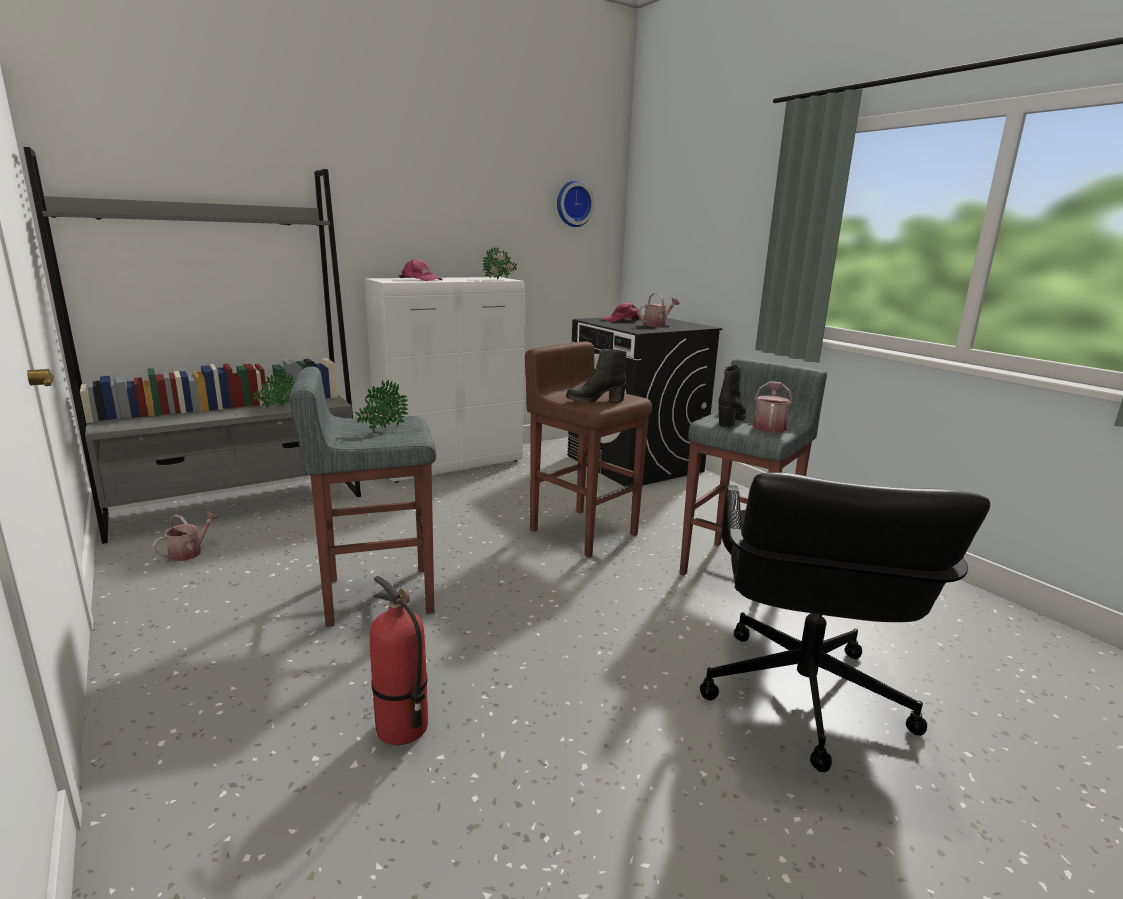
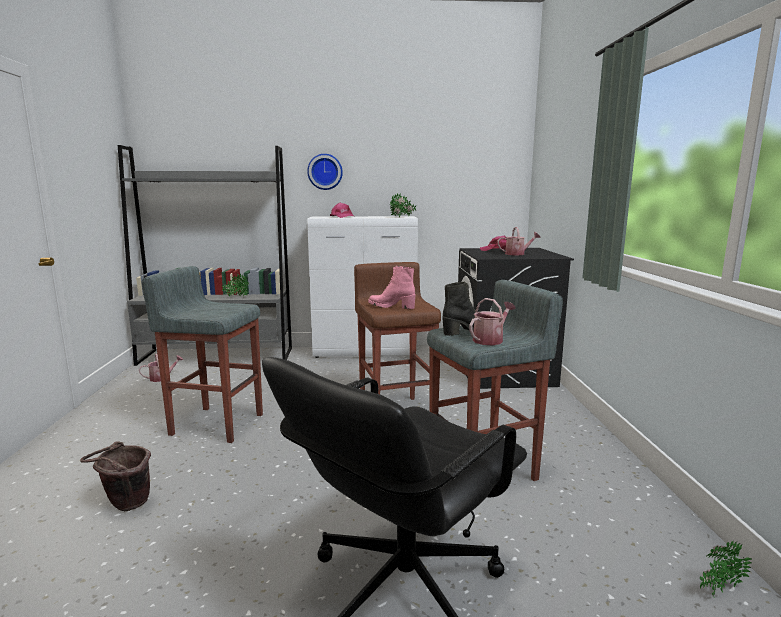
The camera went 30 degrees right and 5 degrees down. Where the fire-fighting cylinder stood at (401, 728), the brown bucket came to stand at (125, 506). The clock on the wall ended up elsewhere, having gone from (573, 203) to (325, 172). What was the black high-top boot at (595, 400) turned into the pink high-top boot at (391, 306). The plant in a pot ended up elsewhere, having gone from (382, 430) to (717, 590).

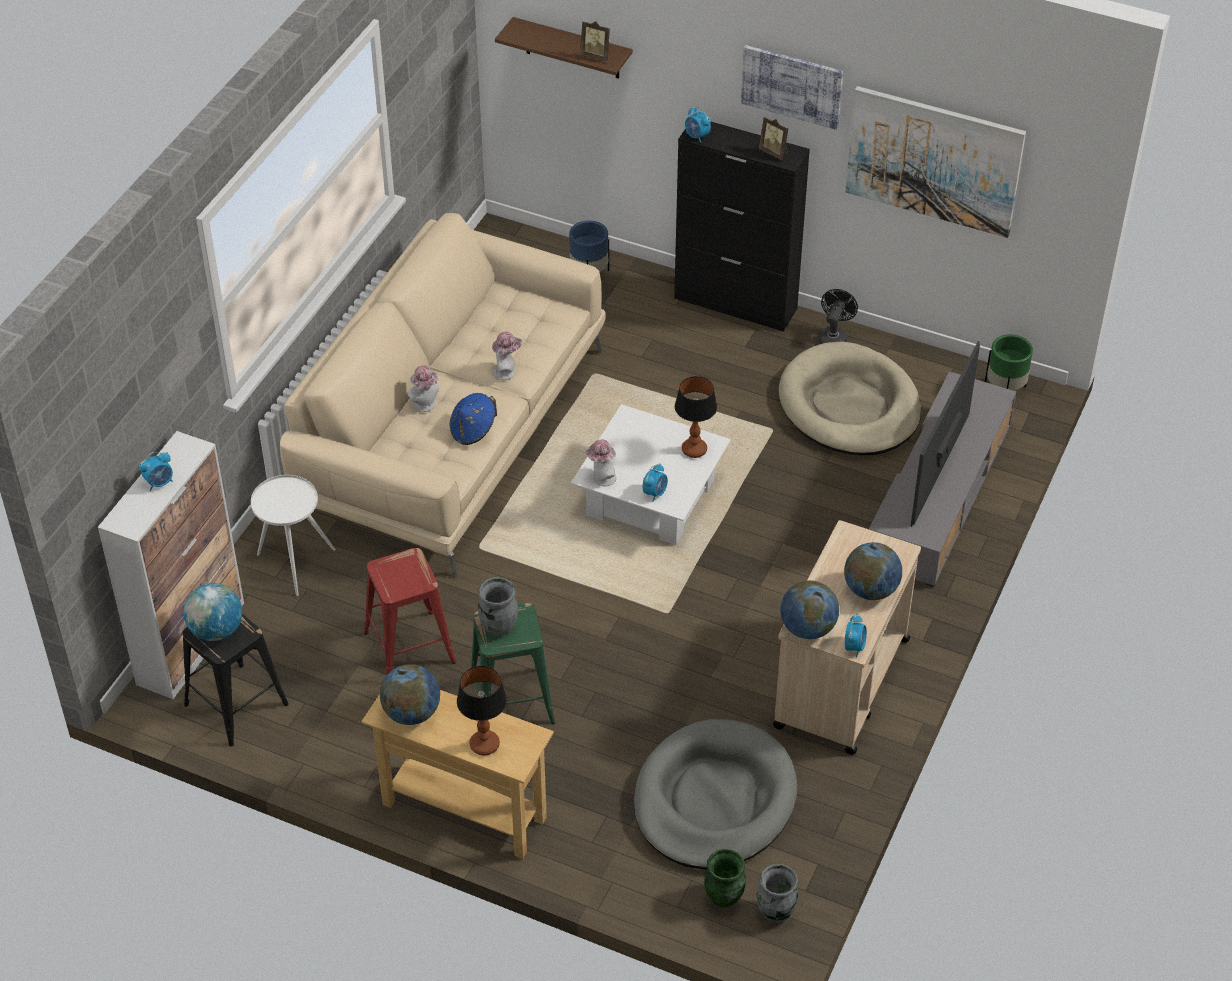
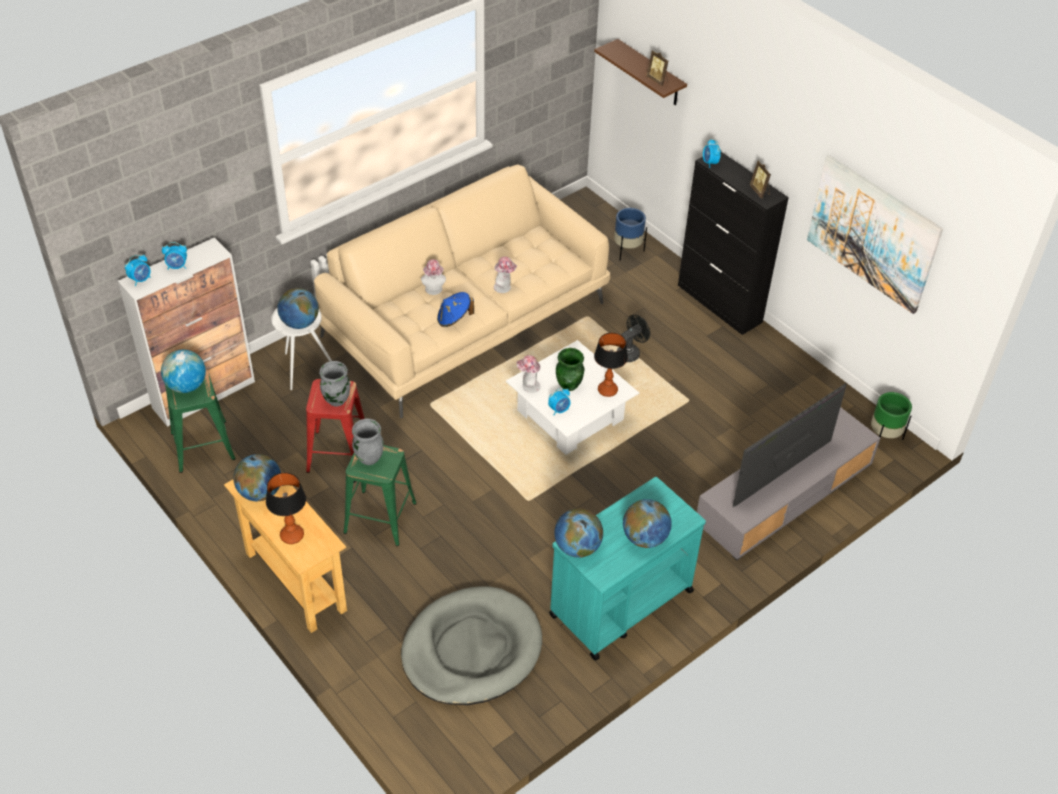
The camera went 25 degrees right and 0 degrees up. The table clock ended up elsewhere, having gone from (854, 647) to (141, 279). What was the black stool seat at (235, 705) turned into the green-coloured stool seat at (202, 446). The second view gained the world globe at (300, 323). The greyish vase ended up elsewhere, having gone from (776, 913) to (336, 400). What was the beige-coloured cart at (840, 683) turned into the turquoise cart at (620, 603). The green-coloured vase ended up elsewhere, having gone from (724, 897) to (569, 385). The black cooling fan ended up elsewhere, having gone from (834, 337) to (630, 352). The second view lost the picture at (792, 86). The second view lost the beige-coloured pet bed at (849, 406).

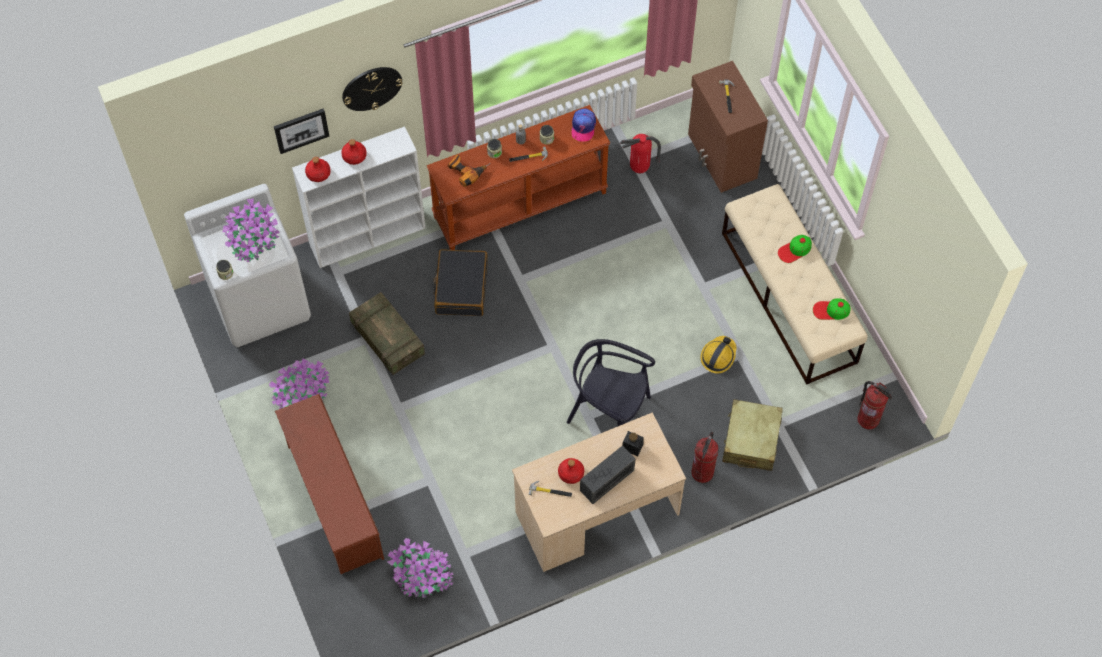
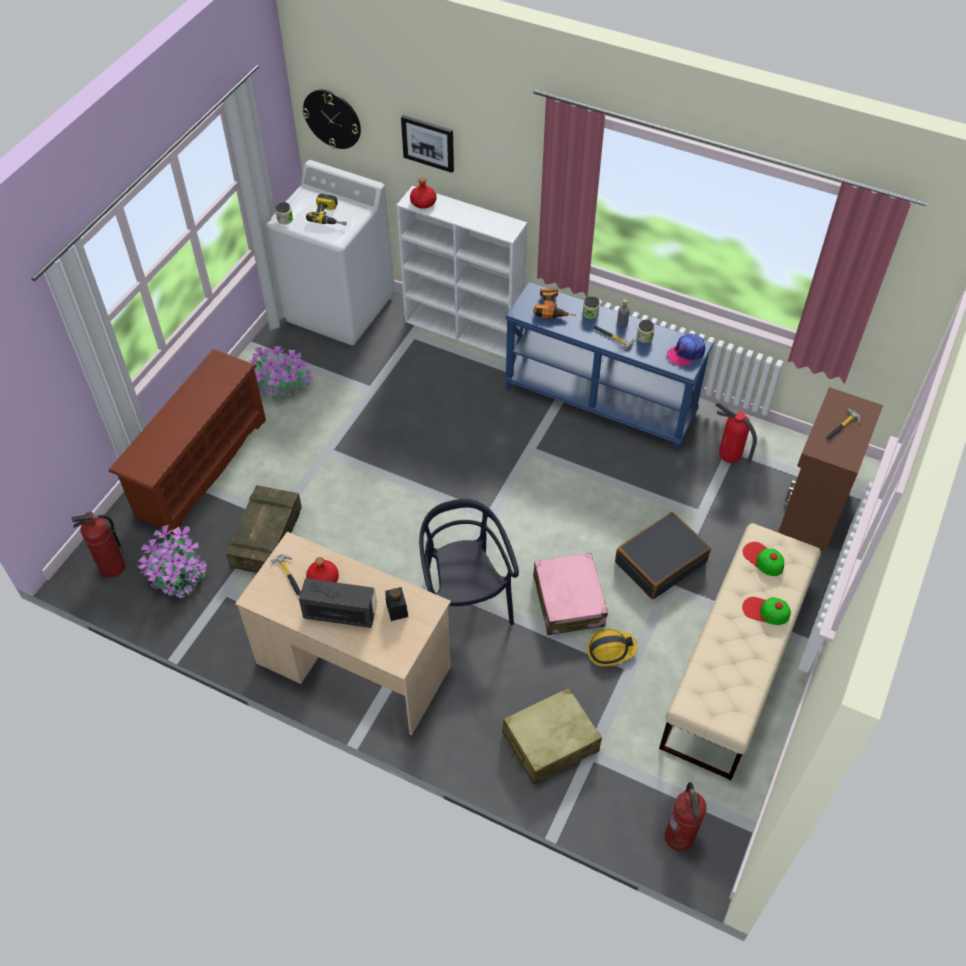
The camera went 50 degrees right and 10 degrees down. The fire-fighting cylinder ended up elsewhere, having gone from (702, 472) to (112, 567). The packing crate ended up elsewhere, having gone from (387, 340) to (267, 539). The clock on the wall ended up elsewhere, having gone from (371, 88) to (332, 118). Where the plant in a pot stood at (252, 241), the electric drill came to stand at (330, 216). What was the brown hall table at (520, 203) turned into the bluish hall table at (600, 402). The second view gained the pink suitcase at (568, 601). The black suitcase ended up elsewhere, having gone from (461, 288) to (660, 562). The baseball cap ended up elsewhere, having gone from (831, 310) to (763, 559). The second view lost the reddish bottle at (354, 156).

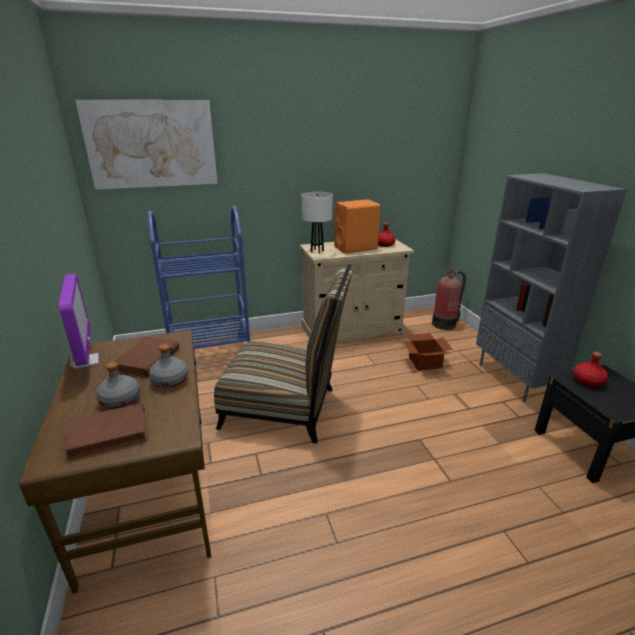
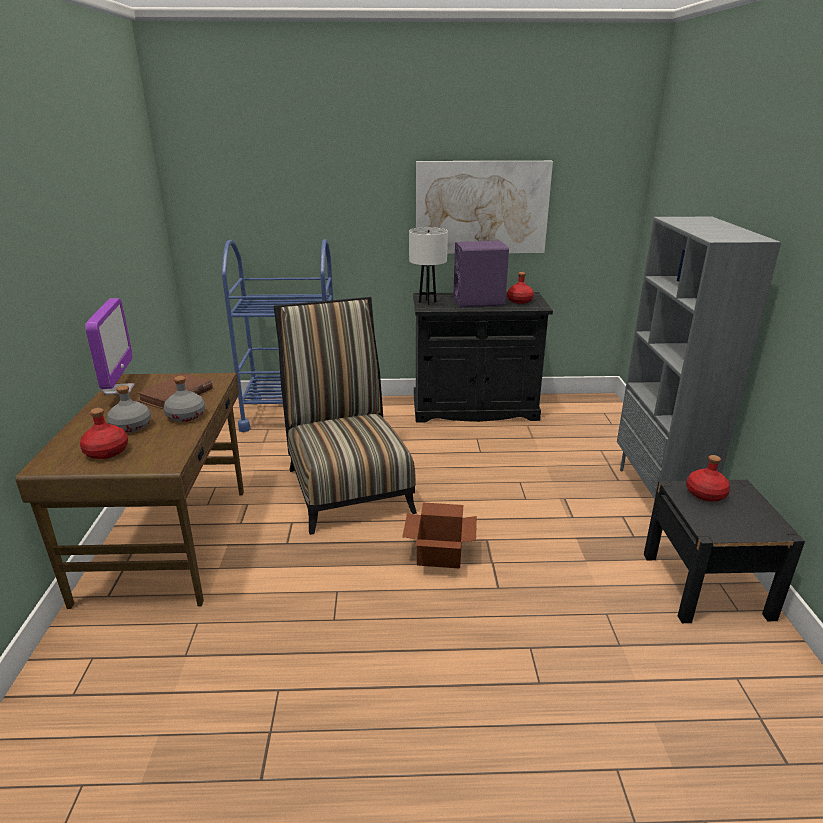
The camera went 15 degrees right and 0 degrees up. Where the brown volume stood at (109, 433), the reddish bottle came to stand at (106, 451). The chair at (286, 409) ended up facing another way, 135 degrees counterclockwise from before. The cardboard box ended up elsewhere, having gone from (425, 362) to (440, 552). What was the beige-coloured storage cabinet at (352, 329) turned into the black storage cabinet at (474, 409). The picture ended up elsewhere, having gone from (152, 144) to (481, 207). What was the orange loudspeaker at (355, 248) turned into the purple loudspeaker at (479, 302). The second view lost the fire-fighting cylinder at (445, 323).

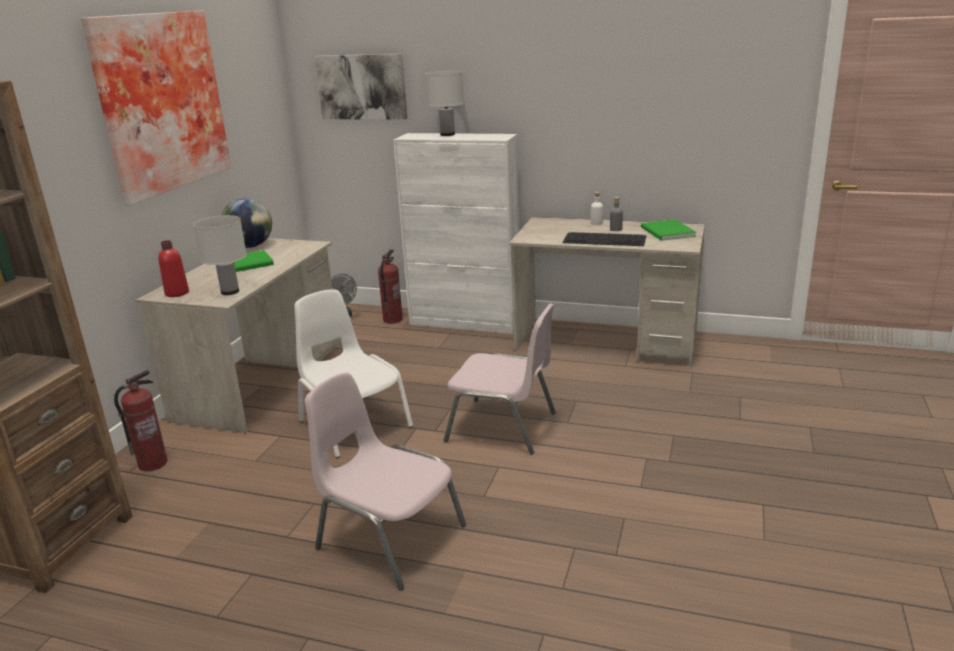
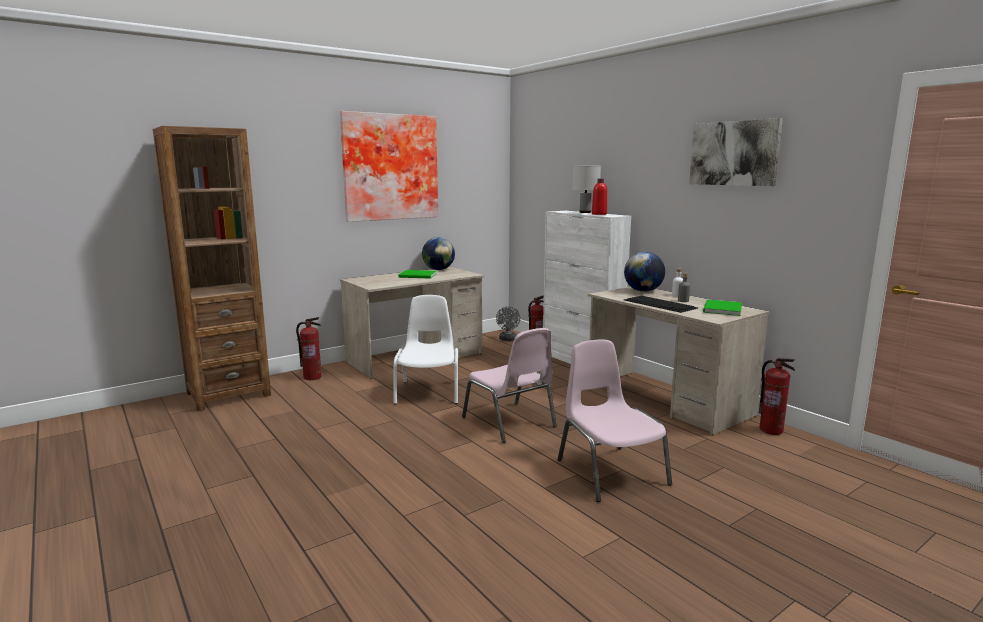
The camera went 35 degrees right and 10 degrees down. The pink chair ended up elsewhere, having gone from (389, 537) to (610, 471). The reddish bottle ended up elsewhere, having gone from (177, 293) to (599, 214). The second view gained the world globe at (643, 291). The picture ended up elsewhere, having gone from (362, 87) to (734, 153). The second view gained the fire-fighting cylinder at (771, 430). The second view lost the white tabletop lamp at (229, 291).

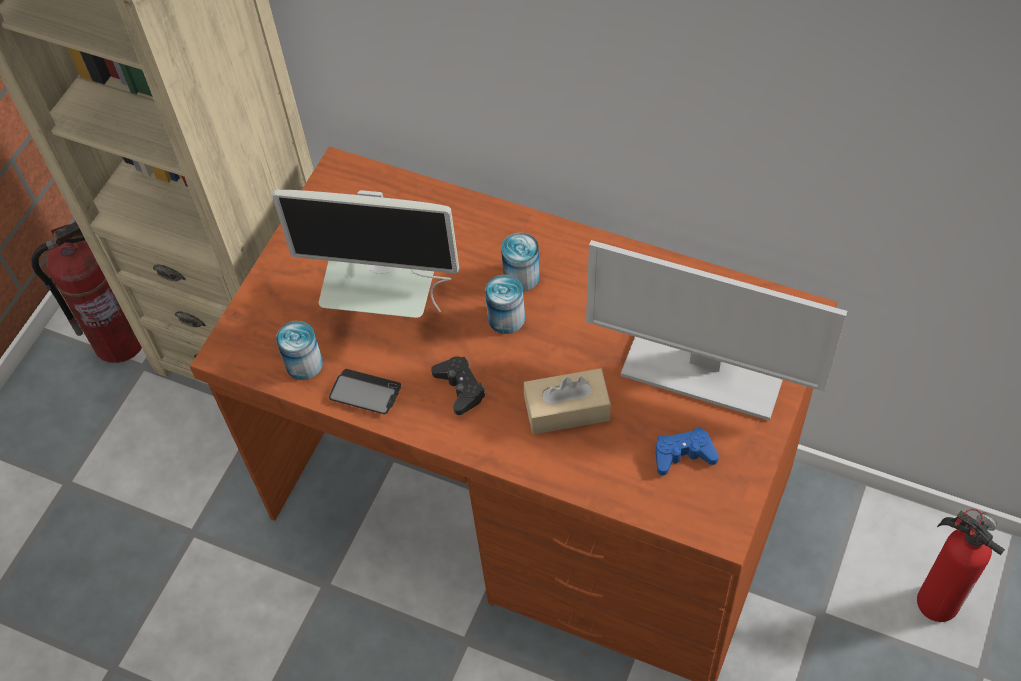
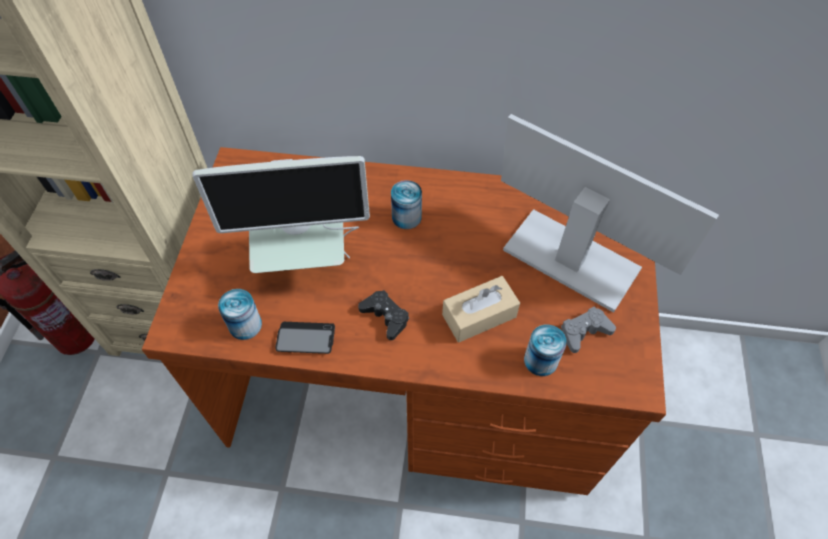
The camera went 20 degrees left and 0 degrees up. The computer display at (703, 368) ended up facing another way, 150 degrees counterclockwise from before. The sealed can ended up elsewhere, having gone from (506, 318) to (540, 360). What was the bluish game controller at (683, 454) turned into the greyish game controller at (584, 332). The second view lost the fire-fighting cylinder at (935, 600).

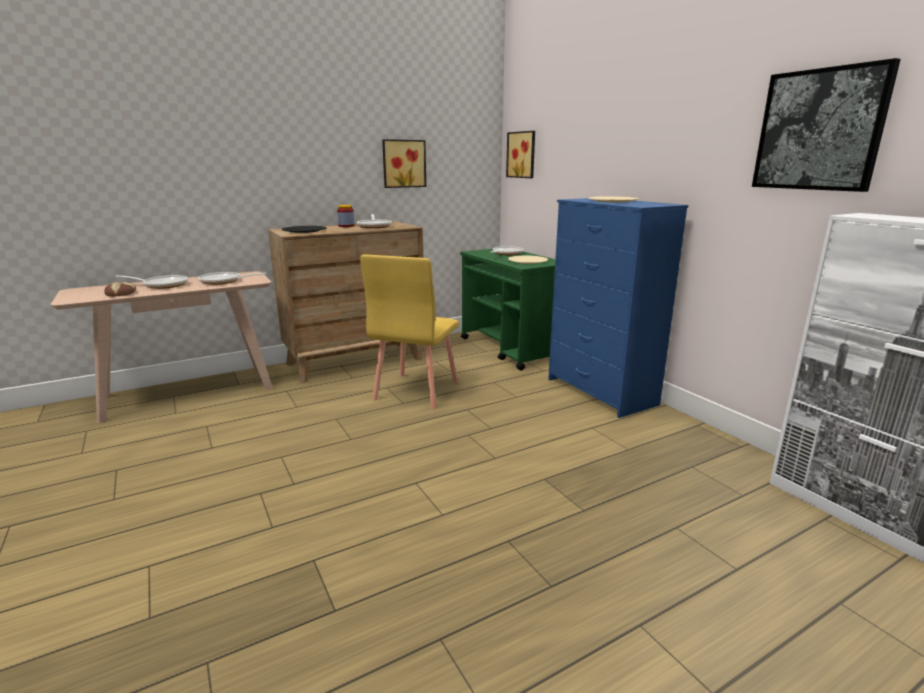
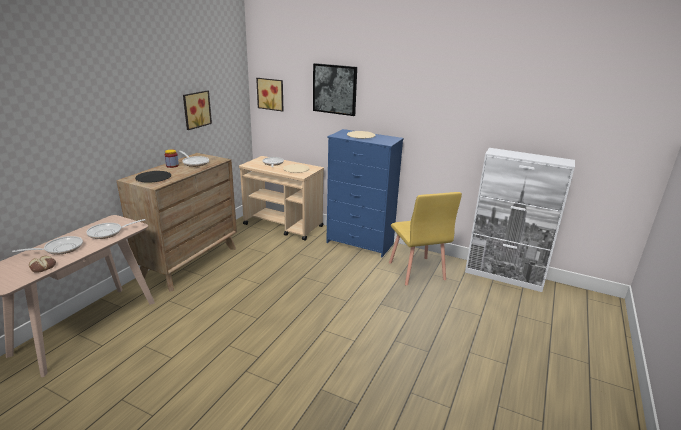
The camera went 35 degrees left and 5 degrees up. What was the green-coloured cart at (511, 349) turned into the beige-coloured cart at (283, 225). The picture ended up elsewhere, having gone from (819, 130) to (335, 89). The yellow-coloured chair ended up elsewhere, having gone from (415, 391) to (416, 271).

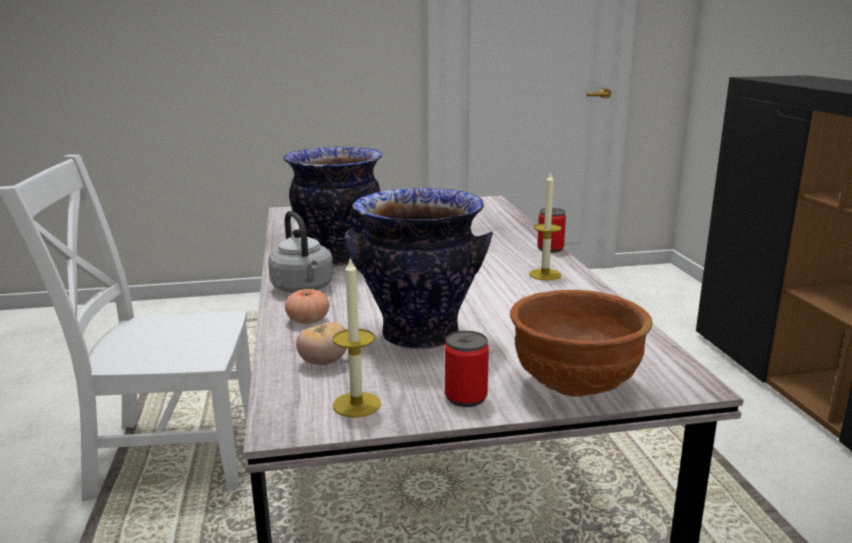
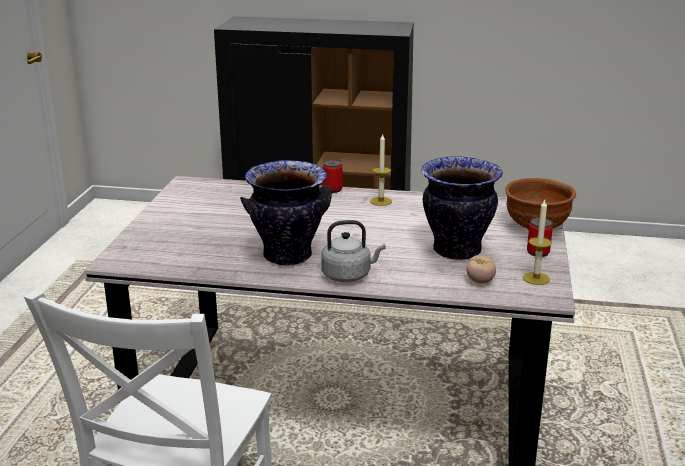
The camera went 70 degrees left and 5 degrees up. The second view lost the fresh tomato at (308, 320).

